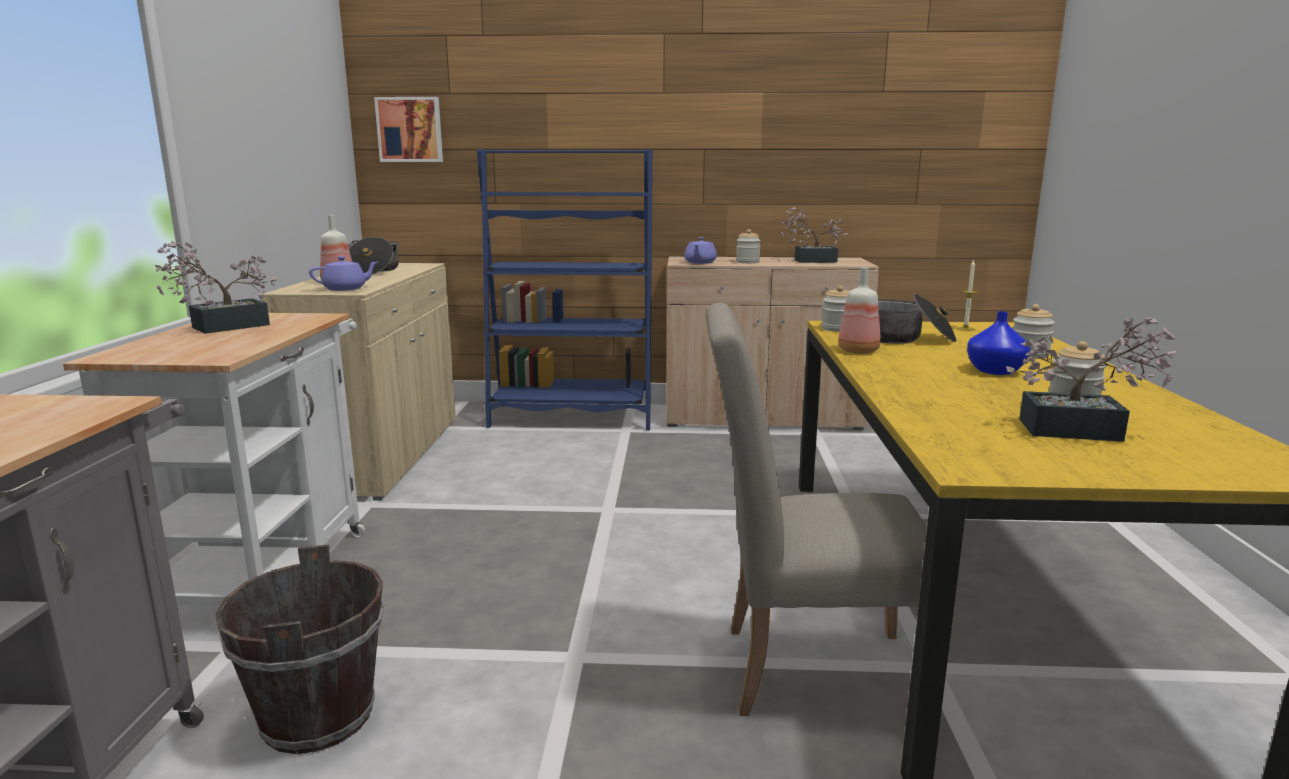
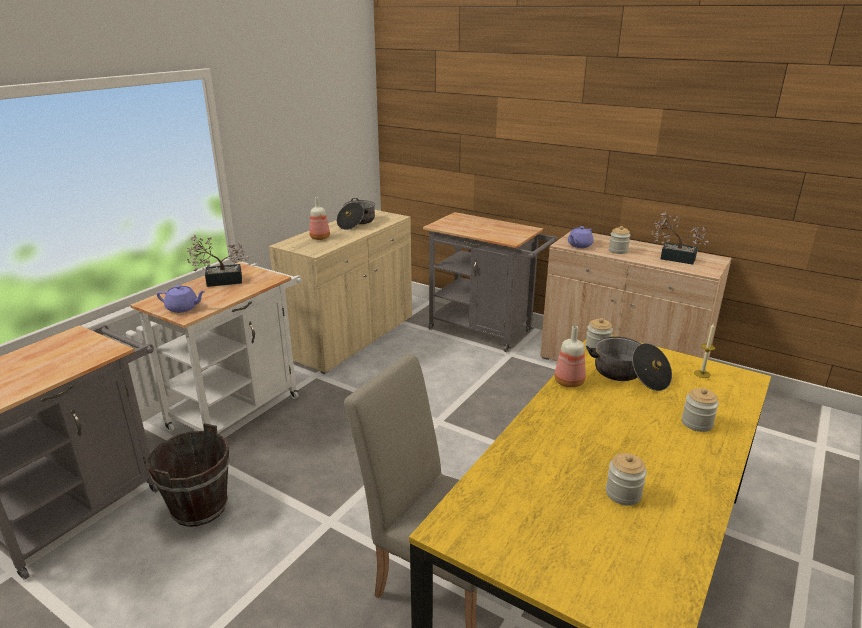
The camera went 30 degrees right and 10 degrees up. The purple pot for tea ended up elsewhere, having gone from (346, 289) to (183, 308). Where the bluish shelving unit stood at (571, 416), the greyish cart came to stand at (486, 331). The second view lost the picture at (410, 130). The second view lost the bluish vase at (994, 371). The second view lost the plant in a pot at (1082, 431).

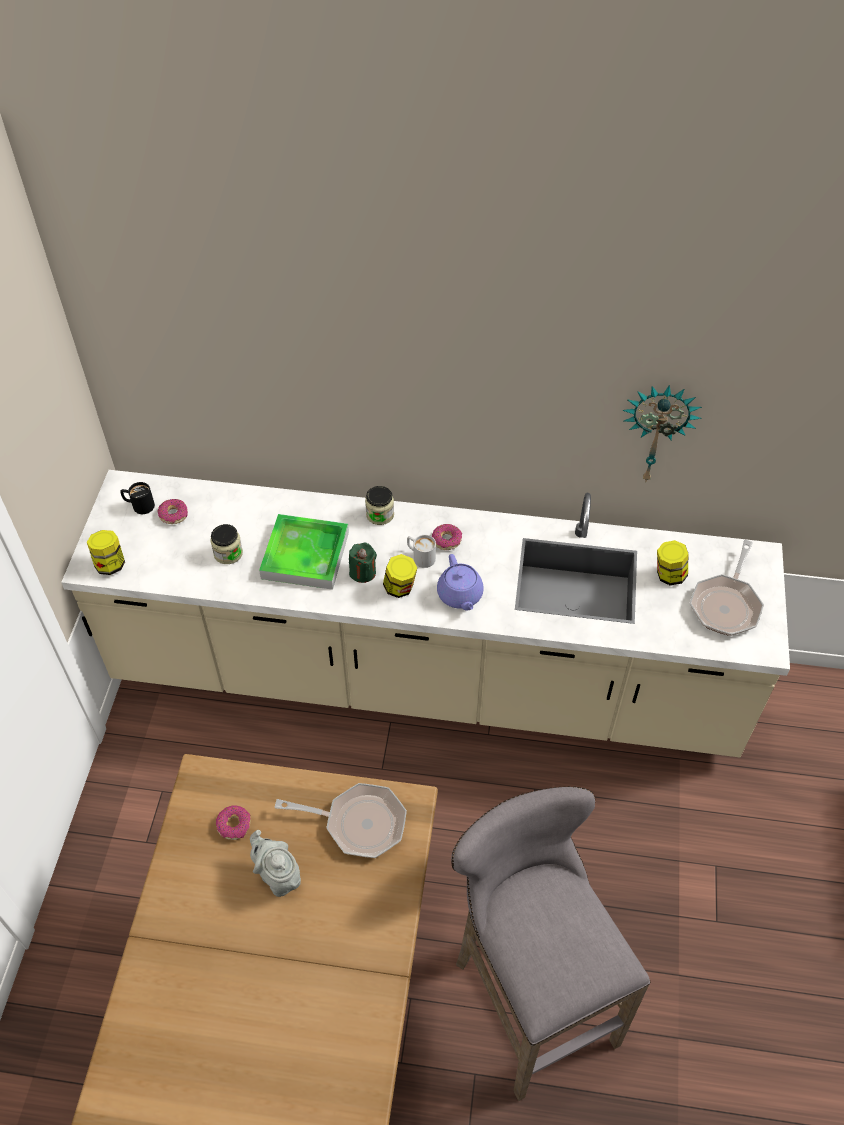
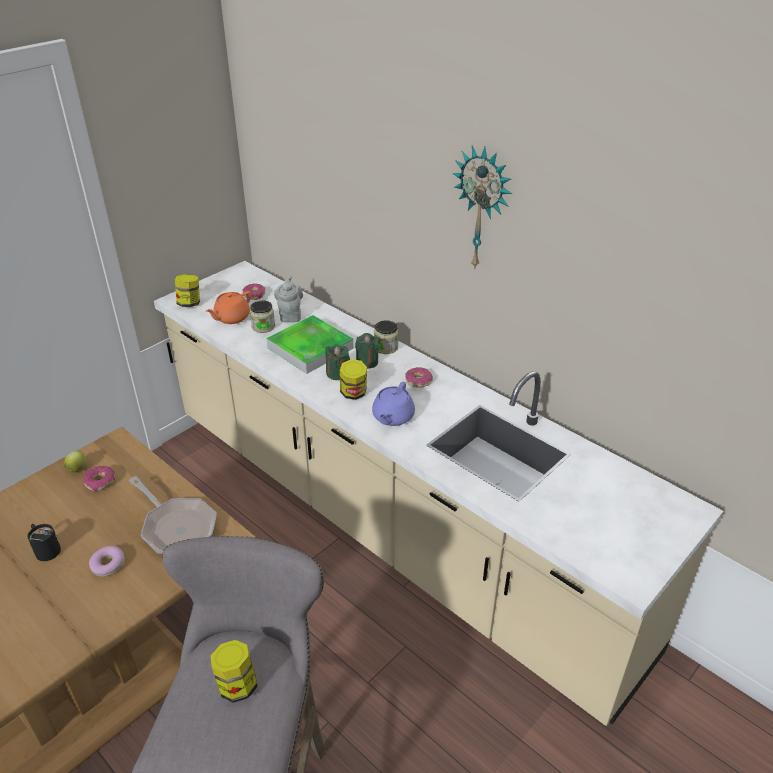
The camera went 35 degrees right and 15 degrees down. The black coffee mug ended up elsewhere, having gone from (139, 505) to (45, 548). The second view gained the apple fruit at (77, 468). The second view gained the doughnut at (108, 565). The second view gained the orange pot for tea at (231, 318). The storage jar ended up elsewhere, having gone from (669, 575) to (237, 685). The greyish pot for tea ended up elsewhere, having gone from (278, 876) to (290, 315). The second view gained the green-coloured wax light at (367, 362). The clock on the wall ended up elsewhere, having gone from (656, 431) to (482, 209). The second view lost the white coffee mug at (420, 556). The second view lost the pan at (726, 604).

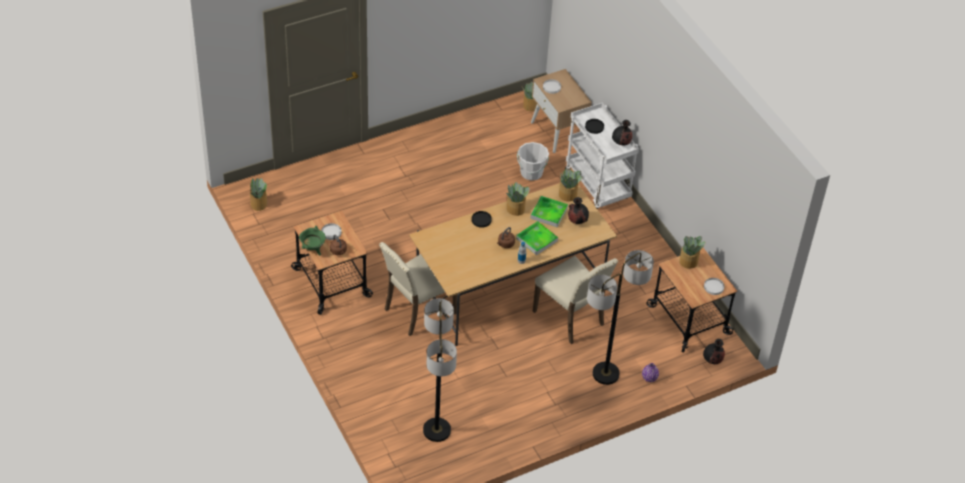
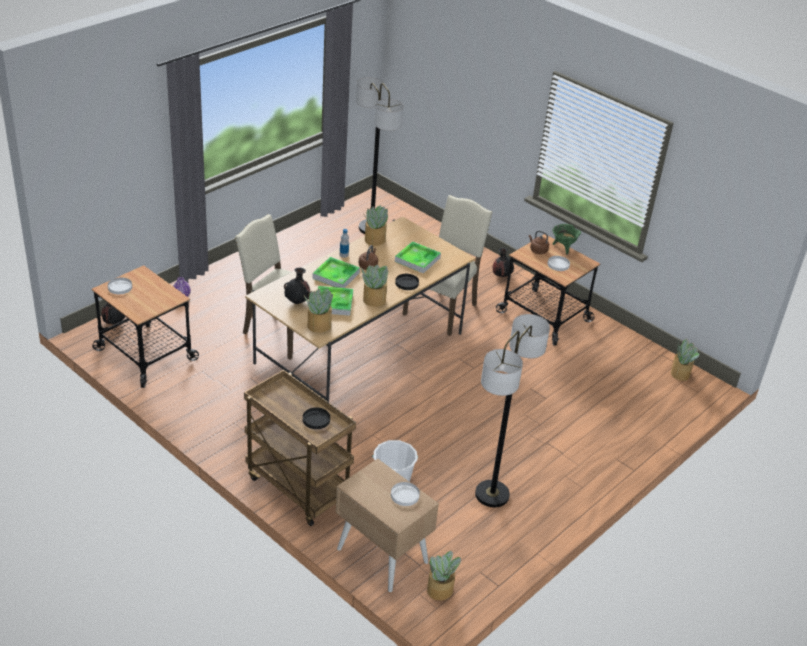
The camera went 160 degrees right and 10 degrees down. What was the white cart at (598, 185) turned into the brown cart at (296, 487). The plant in a pot ended up elsewhere, having gone from (689, 262) to (374, 240). The second view gained the tray at (417, 259). The floor lamp ended up elsewhere, having gone from (605, 374) to (492, 494). The black vase ended up elsewhere, having gone from (621, 143) to (501, 275).

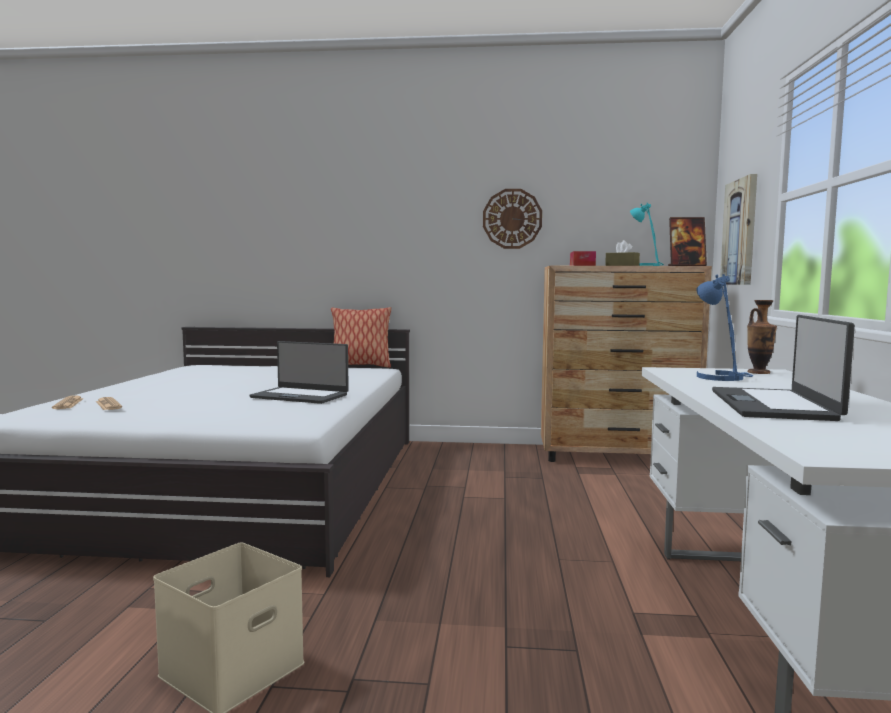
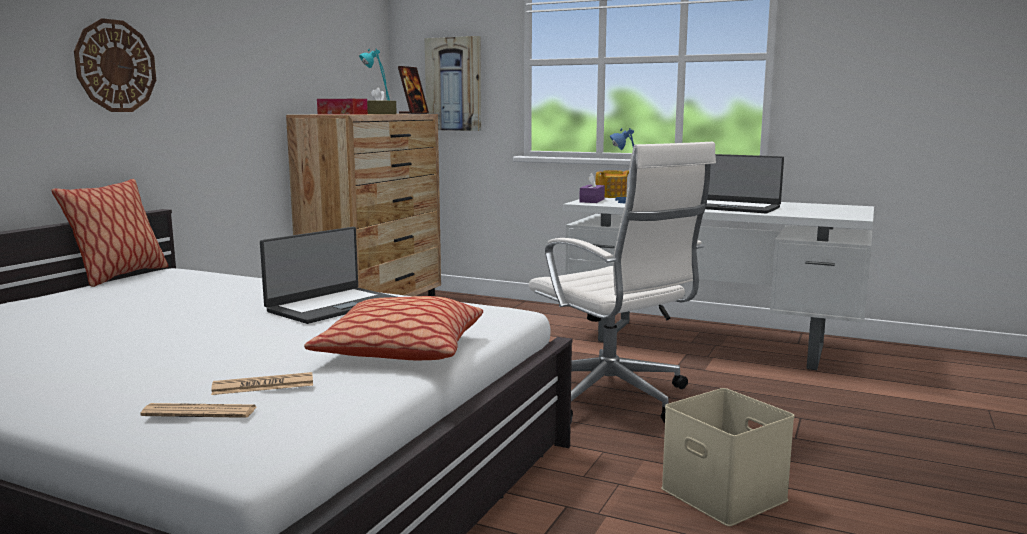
The camera went 70 degrees left and 5 degrees up. The clock on the wall ended up elsewhere, having gone from (512, 219) to (115, 66). The second view gained the pillow at (400, 350). The second view gained the white office chair at (612, 399). The second view gained the purple box of tissues at (592, 200). Where the vase stood at (758, 372), the pot for tea came to stand at (613, 196).

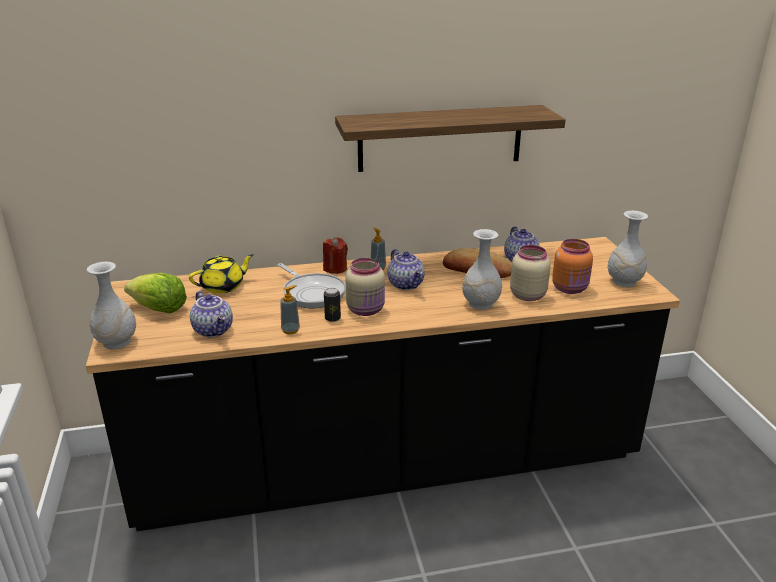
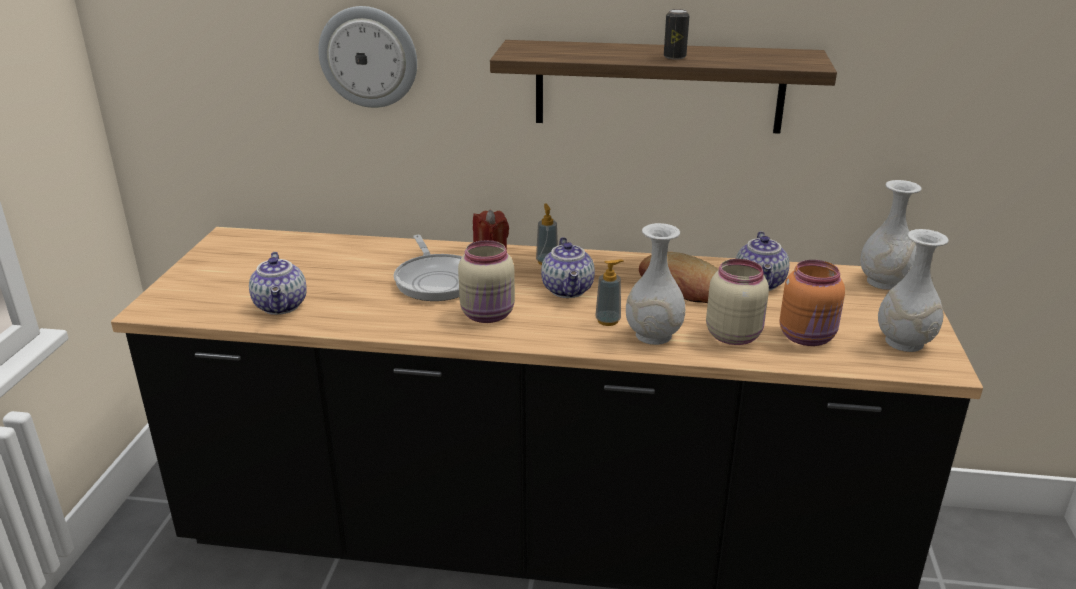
The camera went 20 degrees right and 0 degrees up. The second view gained the clock on the wall at (368, 57). The liquid soap bottle ended up elsewhere, having gone from (290, 330) to (608, 320). The sealed can ended up elsewhere, having gone from (332, 318) to (674, 57). The white vase ended up elsewhere, having gone from (117, 342) to (884, 282). The second view lost the lettuce head at (159, 309). The second view lost the yellow-coloured pot for tea at (223, 286).

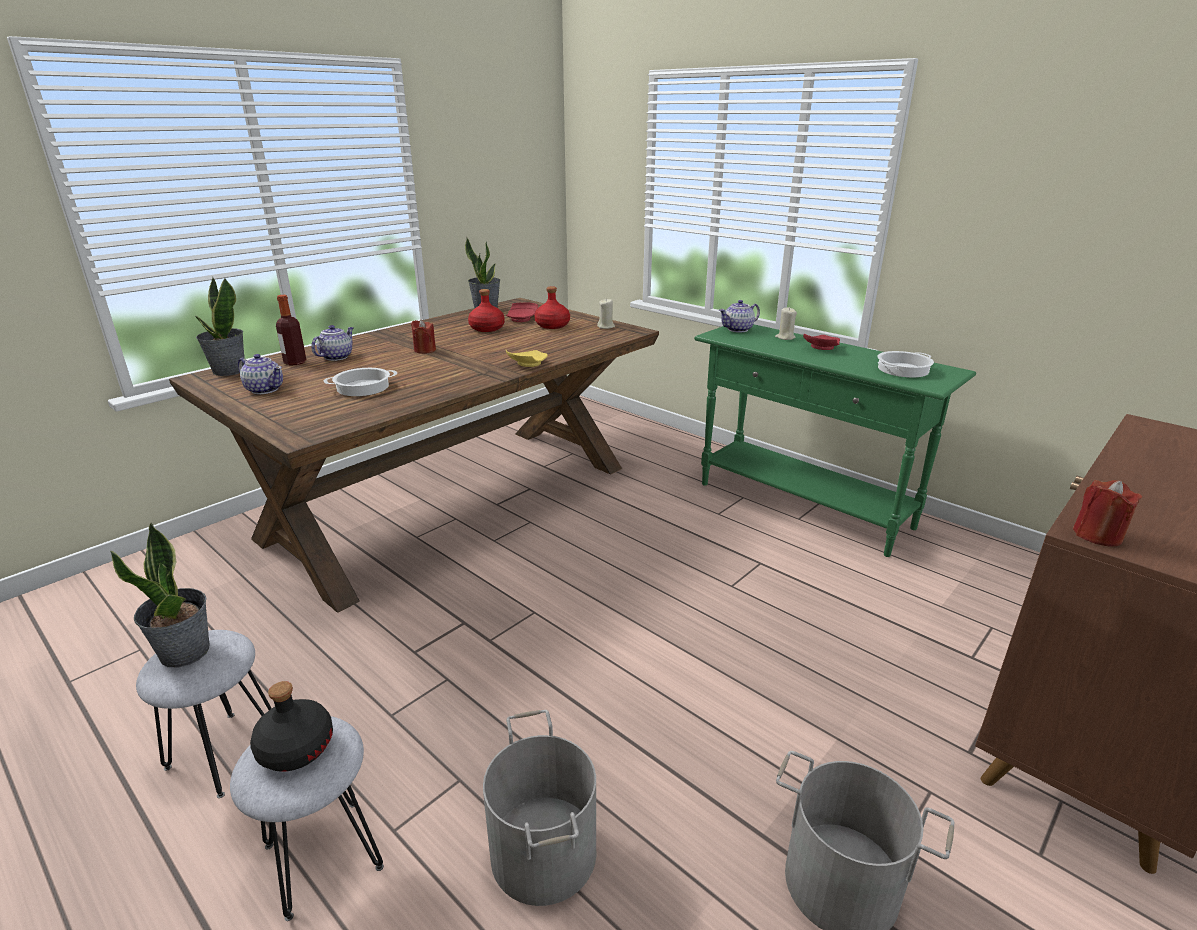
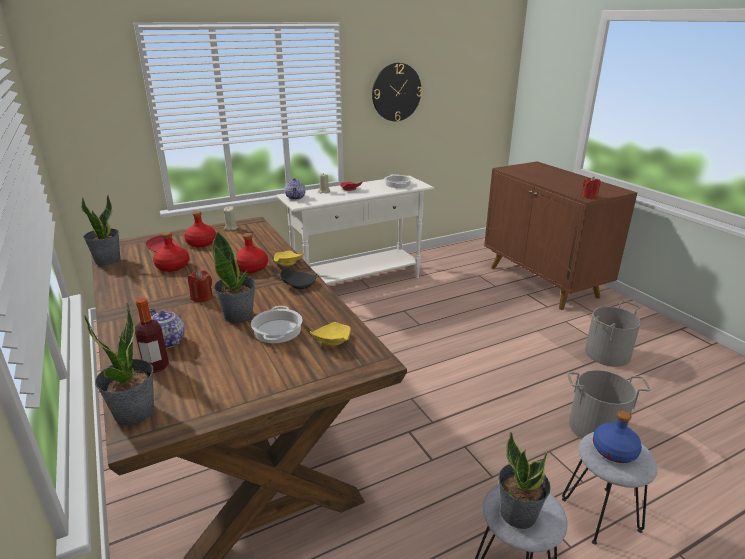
The camera went 70 degrees left and 0 degrees up. The second view gained the plant in a pot at (239, 316). The second view gained the reddish bottle at (251, 268). What was the green-coloured hall table at (803, 506) turned into the white hall table at (358, 282). The second view gained the black flat dish at (298, 284). The second view gained the yellow-coloured flat dish at (331, 341). The second view gained the clock on the wall at (396, 92). What was the black bottle at (295, 748) turned into the bluish bottle at (614, 451). The second view lost the pot for tea at (264, 389).

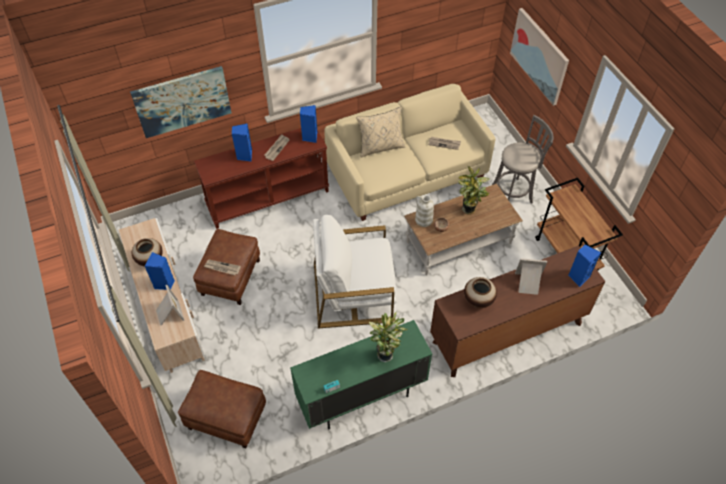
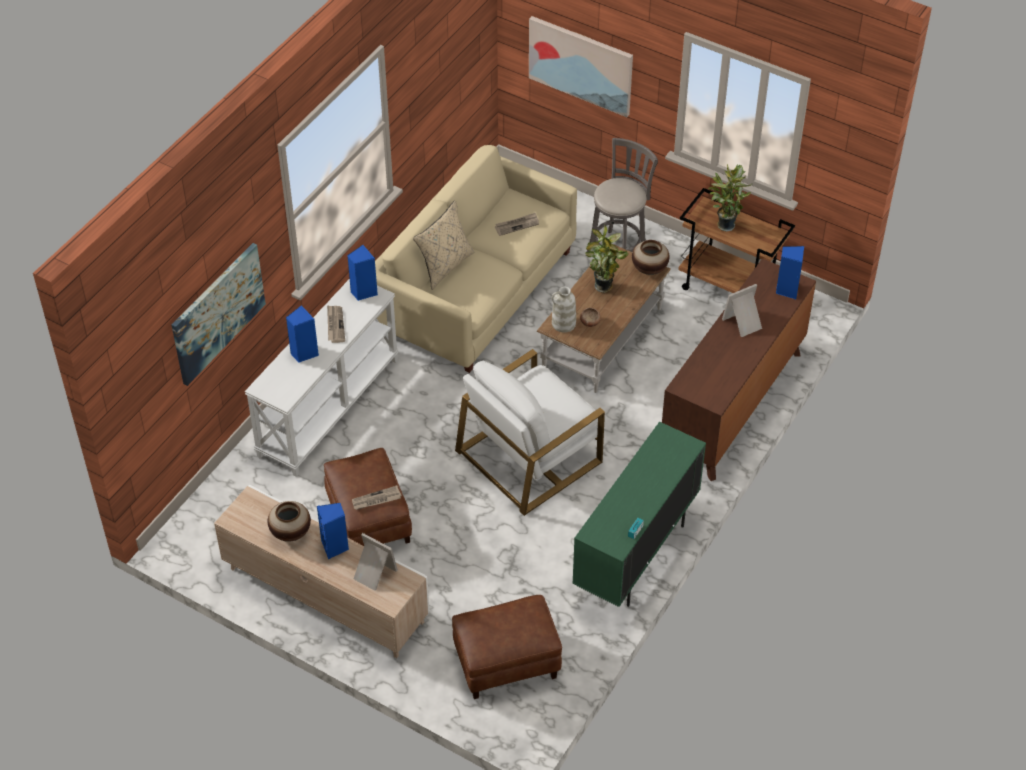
The camera went 35 degrees left and 5 degrees down. What was the brown hall table at (268, 198) turned into the white hall table at (328, 406). The vase ended up elsewhere, having gone from (478, 300) to (649, 269). The plant in a pot ended up elsewhere, having gone from (386, 353) to (725, 224).

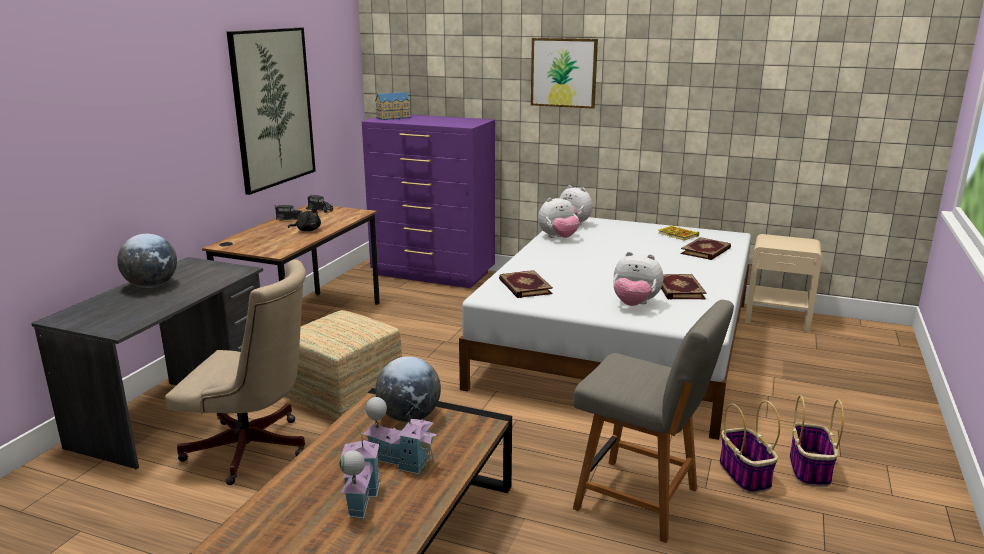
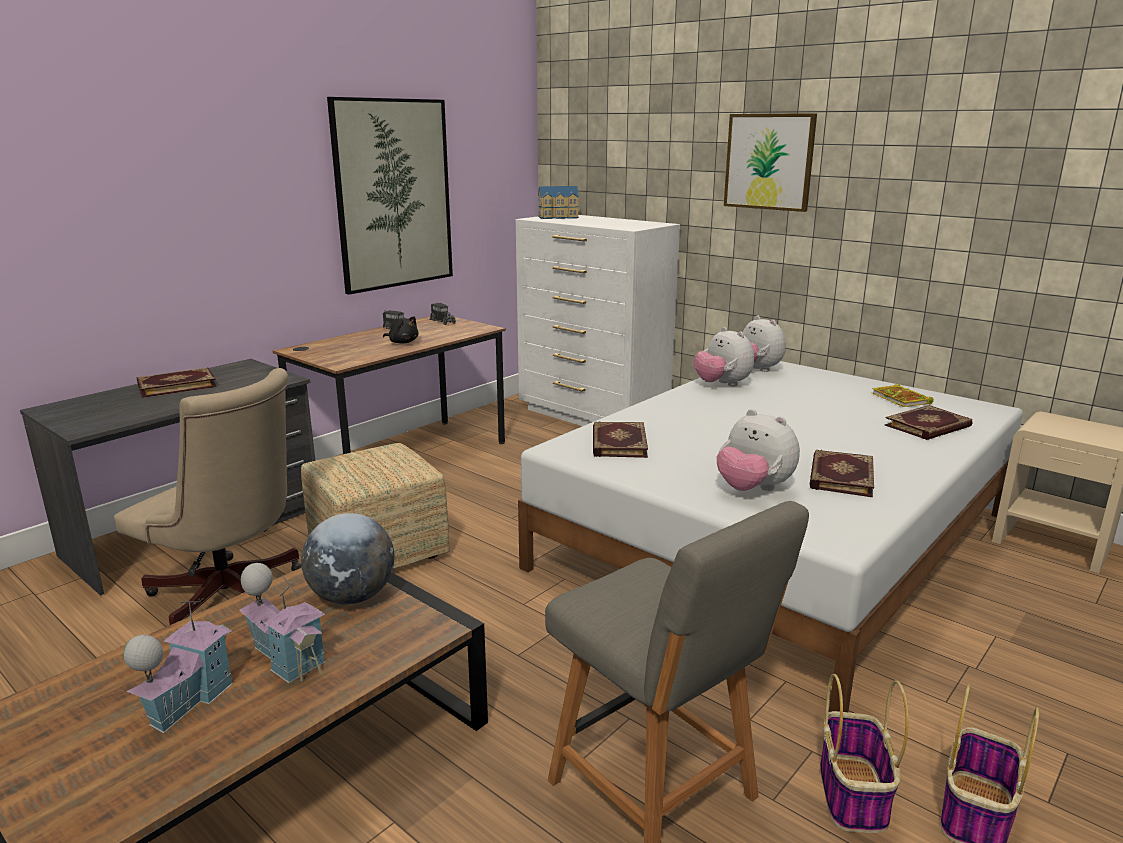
The camera went 20 degrees right and 0 degrees up. Where the world globe stood at (152, 286), the volume came to stand at (176, 385). What was the purple chest of drawers at (433, 274) turned into the white chest of drawers at (592, 416). The soft toy at (558, 238) ended up facing another way, 60 degrees clockwise from before.

